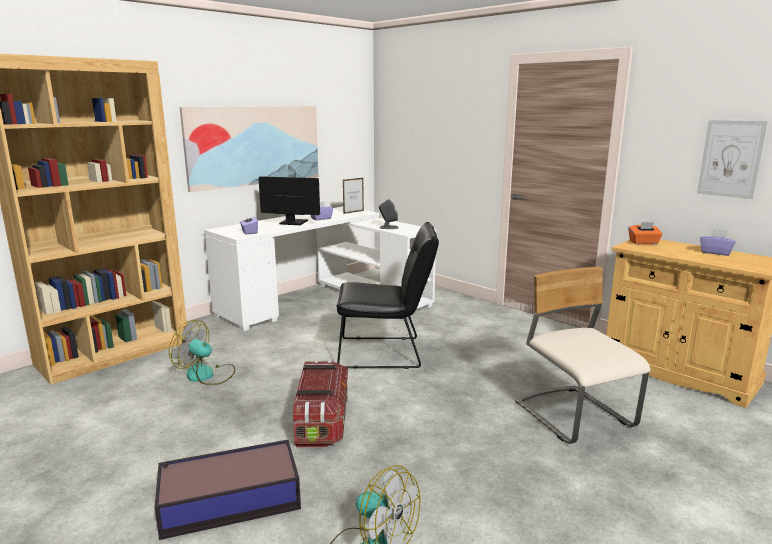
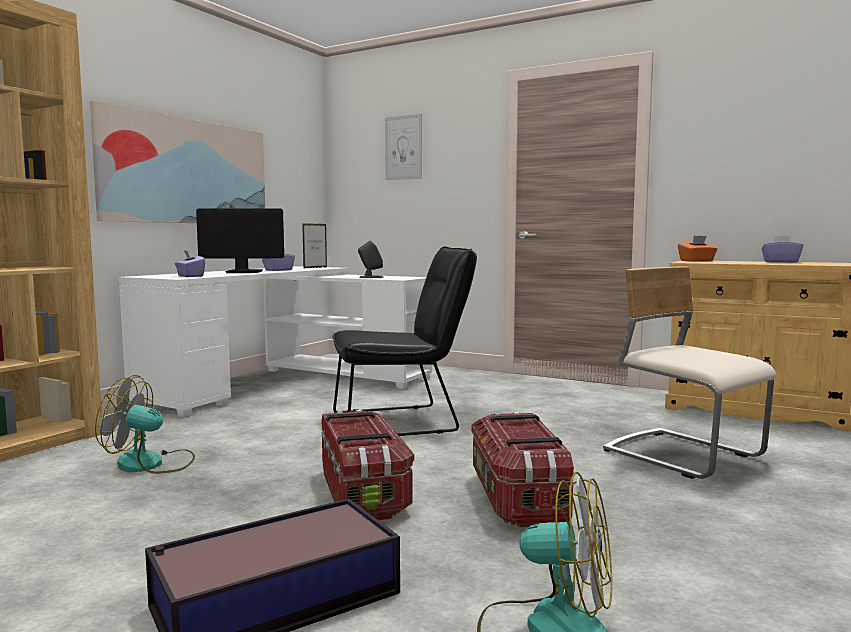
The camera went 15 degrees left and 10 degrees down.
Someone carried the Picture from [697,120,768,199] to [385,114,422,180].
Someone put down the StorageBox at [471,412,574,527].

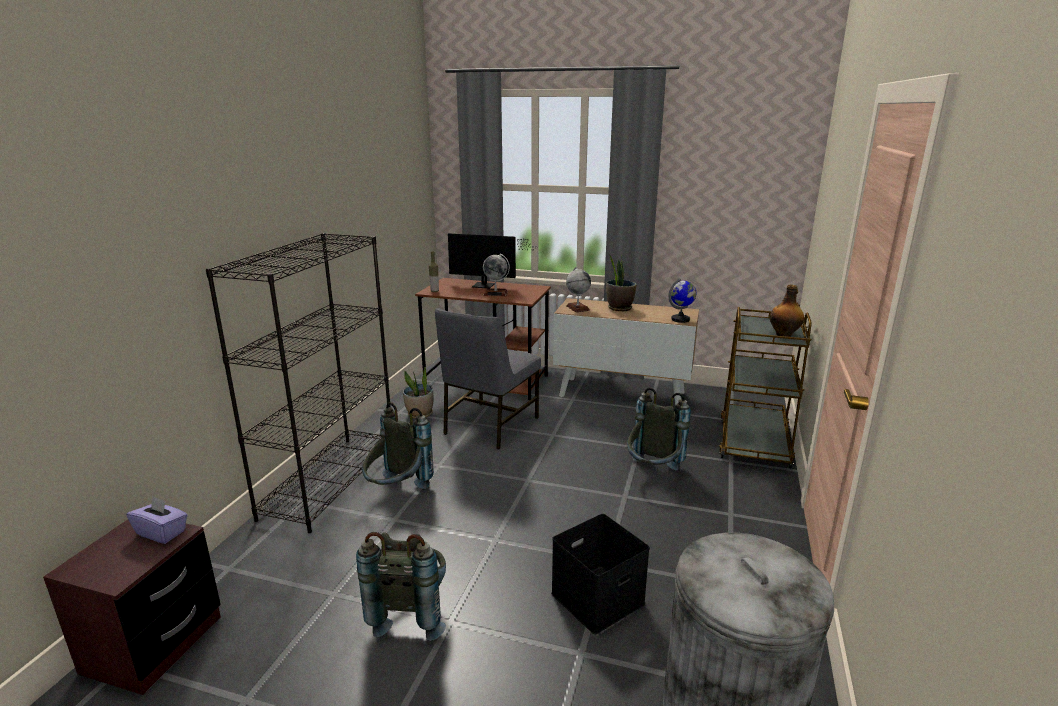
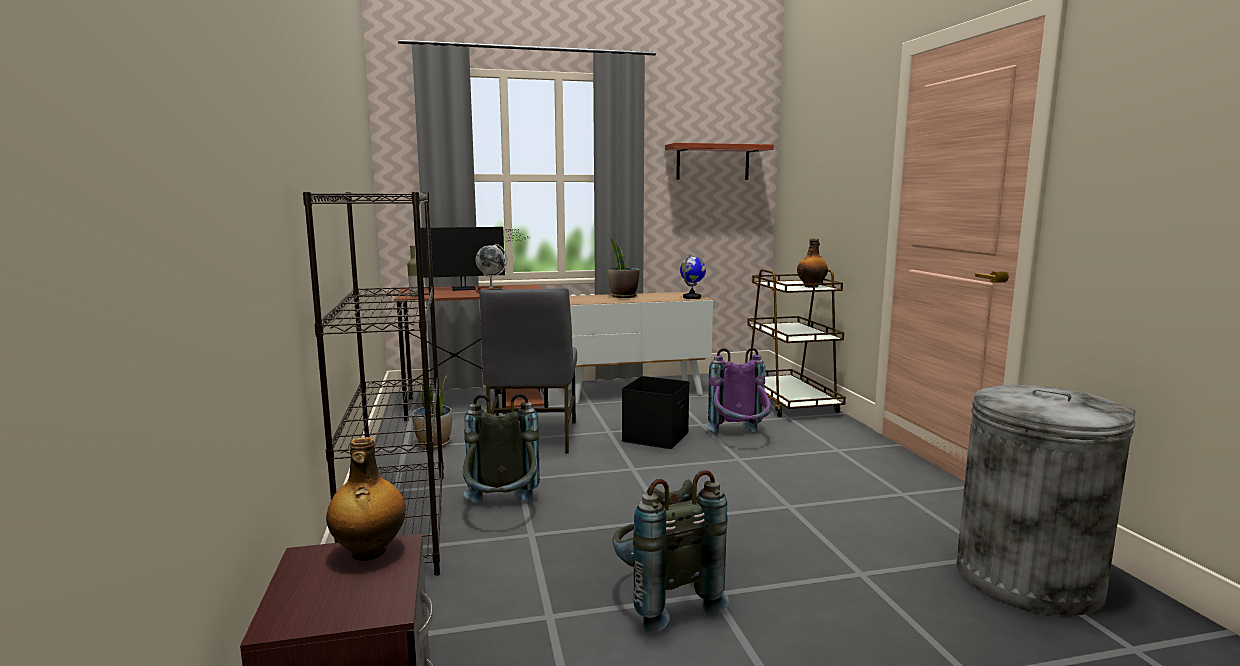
The camera went 30 degrees left and 10 degrees down.
Someone took away the Globe at [566,267,591,312].
Someone repainted the GreyBackpack at [627,387,691,470], which became the PurpleBackpack at [705,348,771,433].
Someone swapped the PurpleTissueBox at [127,496,188,544] for the Bottle at [326,437,406,561].
Someone carried the BlackStorageBox from [551,514,650,634] to [622,376,690,449].
Someone put up the Shelf at [665,143,774,180].

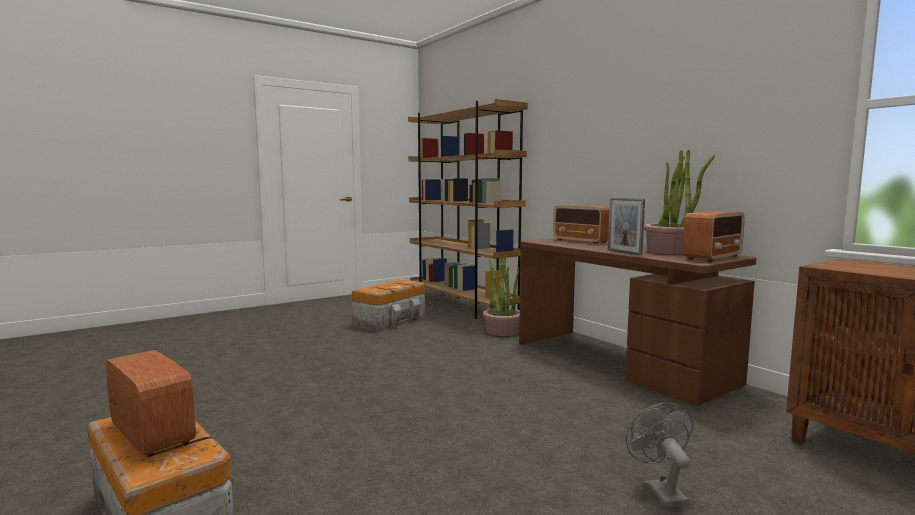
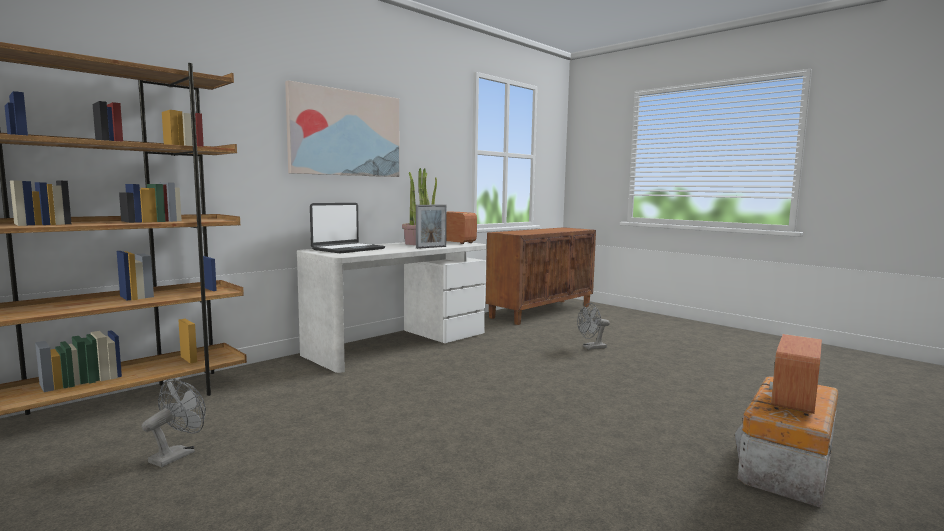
The camera went 100 degrees left and 0 degrees up.
Someone swapped the Radio at [553,205,609,244] for the Laptop at [310,203,385,253].
Someone repainted the BrownDesk at [519,238,756,406], which became the WhiteDesk at [297,241,487,373].
Someone took away the PottedPlant at [483,255,519,336].
Someone swapped the StorageBox at [352,279,425,332] for the GreyFan at [142,378,206,467].
Someone put up the Picture at [285,80,400,177].

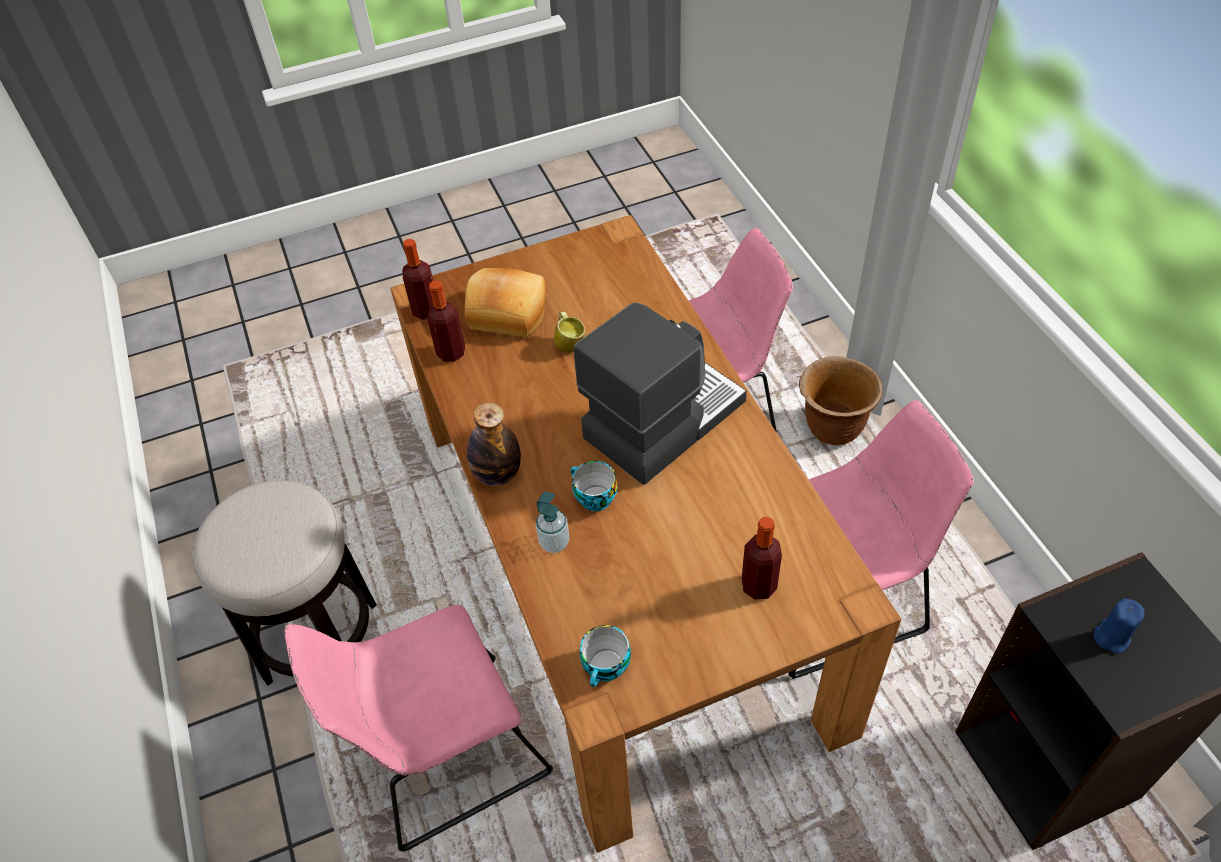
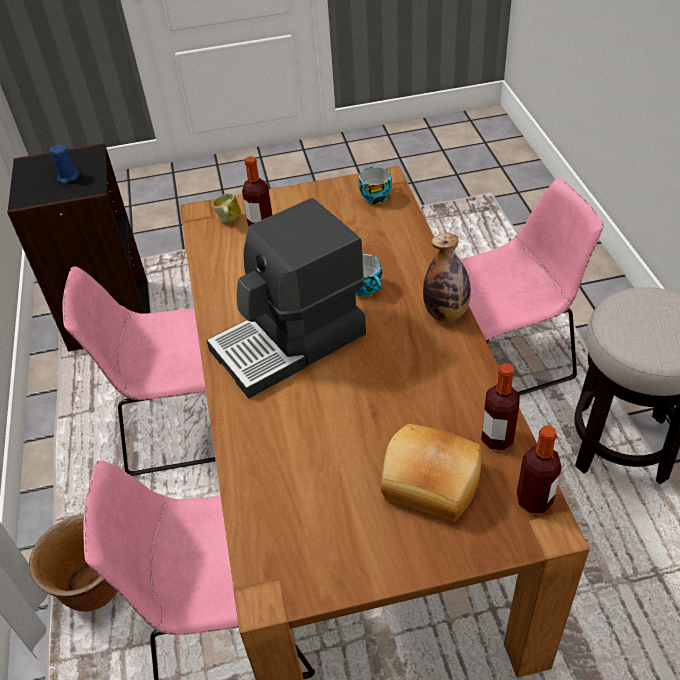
The camera went 170 degrees left and 5 degrees down.
Someone carried the Mug from [554,312,585,353] to [212,193,241,223].
Someone took away the SoapDispenser at [536,492,570,553].

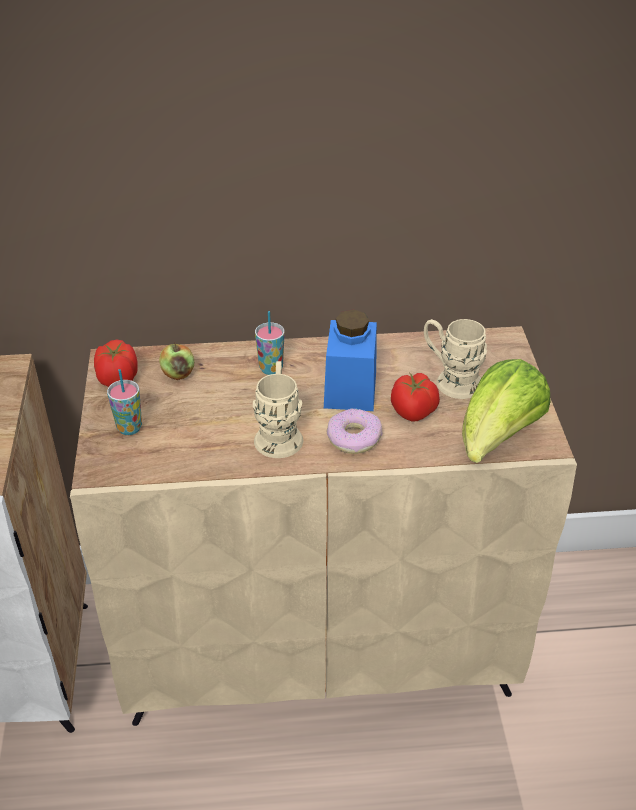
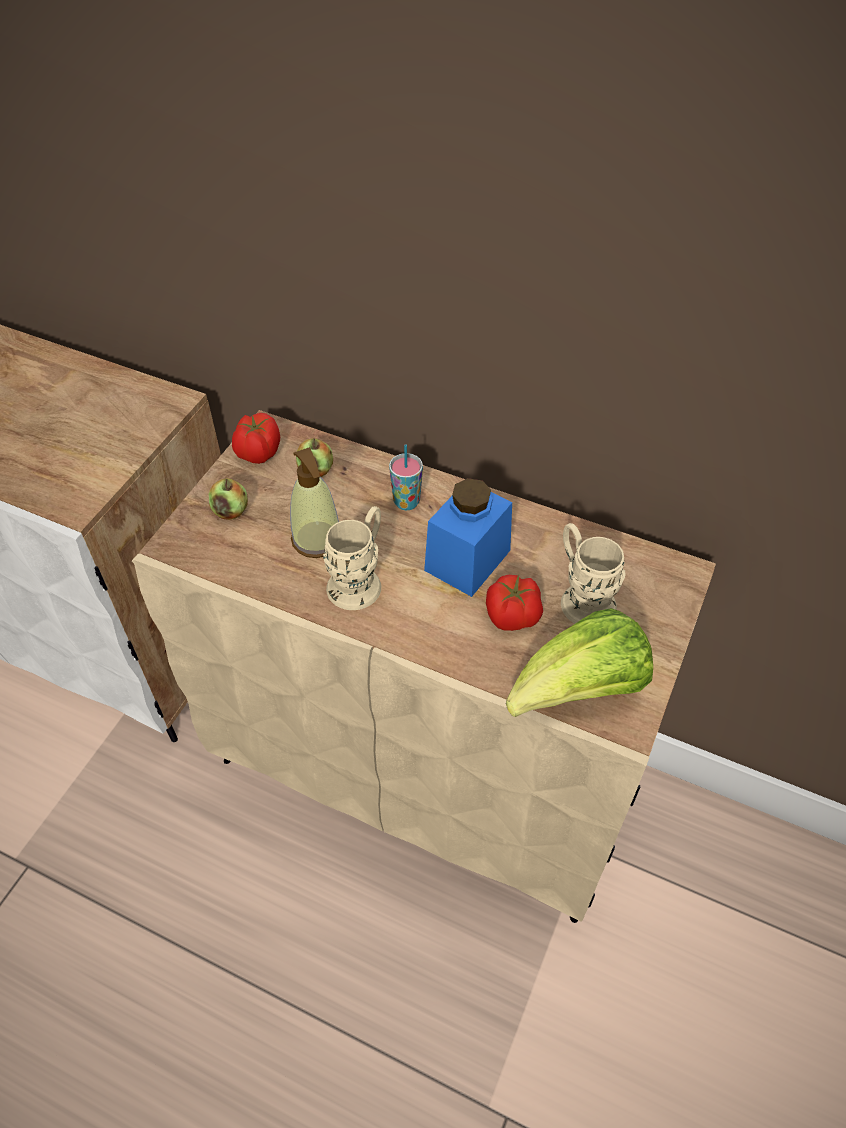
The camera went 30 degrees right and 10 degrees up.
Someone swapped the Cup at [107,369,142,435] for the Apple at [209,478,248,520].
Someone took away the Donut at [326,408,383,454].
Someone put down the SoapDispenser at [290,447,339,558].

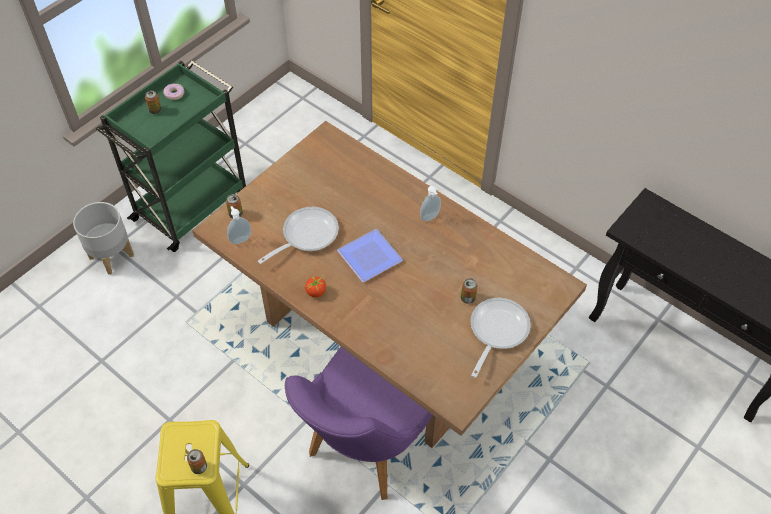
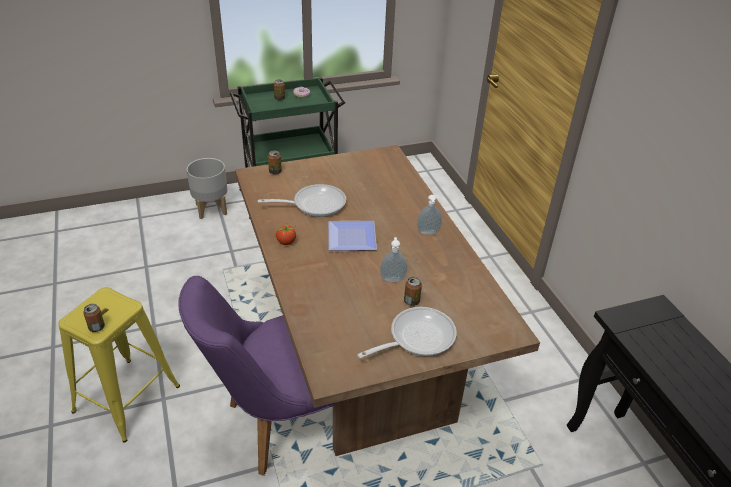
The camera went 30 degrees right and 15 degrees down.
Someone carried the SoapDispenser from [227,206,251,244] to [380,237,407,282].

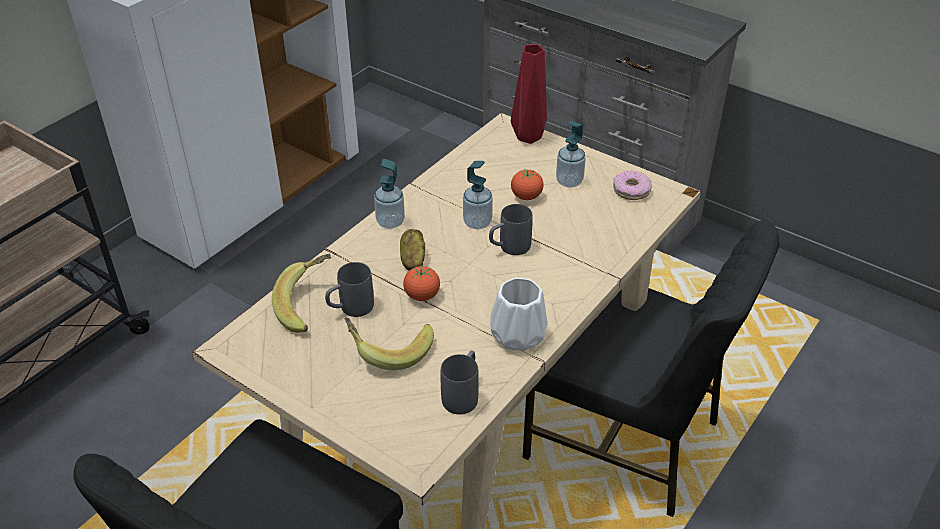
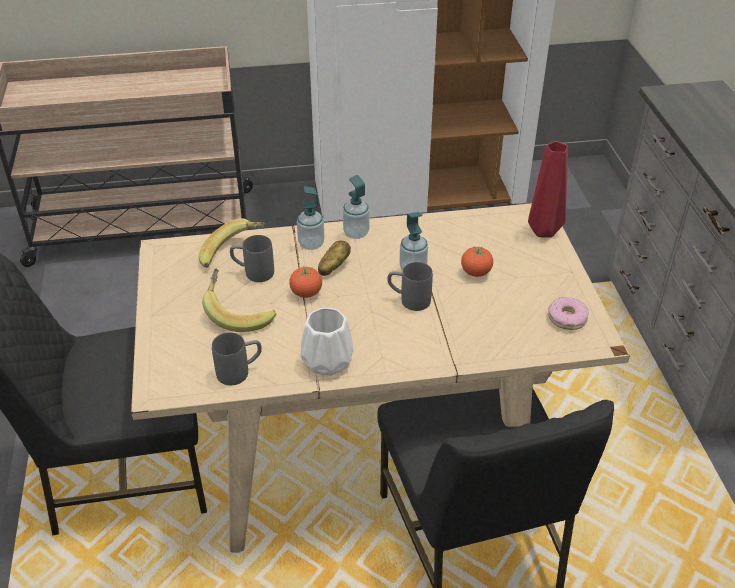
The camera went 45 degrees right and 0 degrees up.
Someone carried the SoapDispenser from [556,121,586,188] to [297,186,324,250].

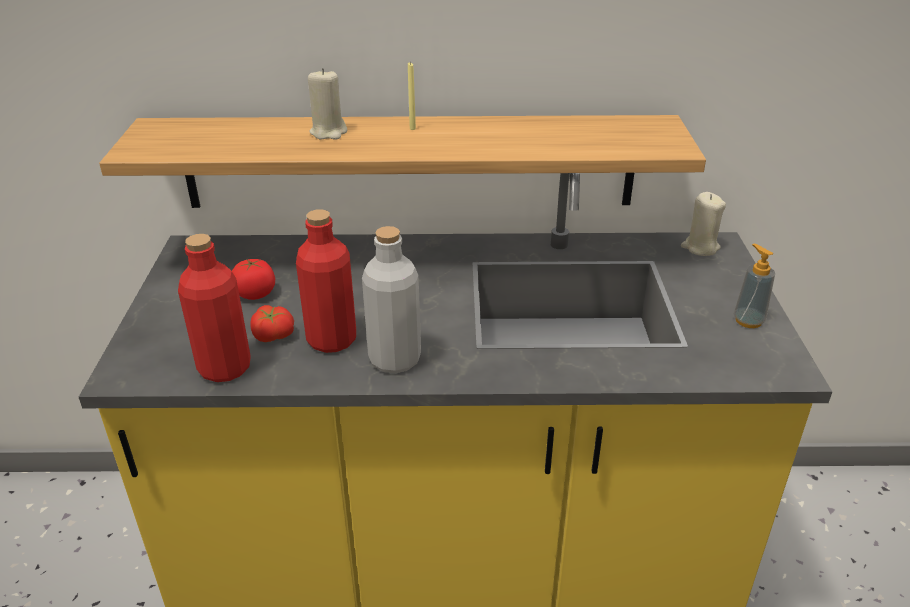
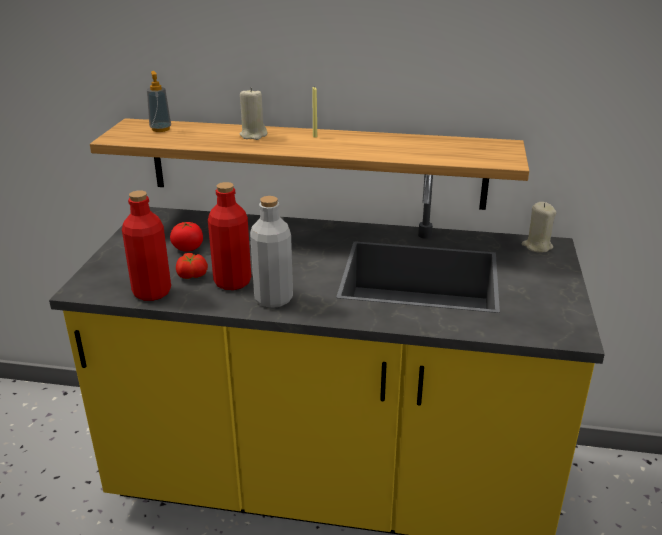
The camera went 10 degrees right and 5 degrees down.
Someone carried the SoapDispenser from [734,244,775,328] to [147,71,171,132].

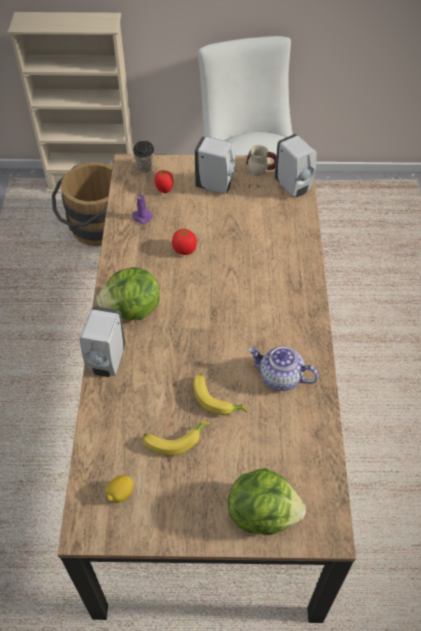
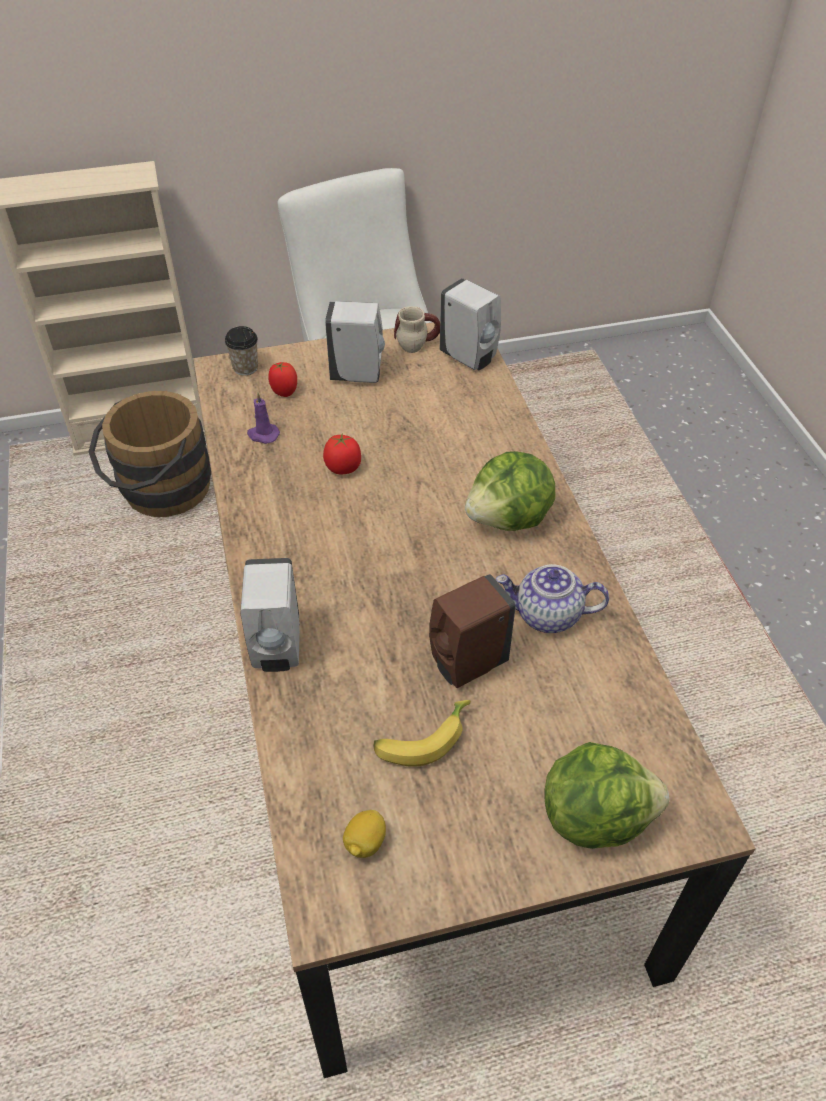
The camera went 15 degrees left and 5 degrees down.
Someone carried the Lettuce from [97,267,160,320] to [465,451,556,531].
Someone swapped the Banana at [193,374,247,415] for the BrownSoapDispenser at [429,574,516,688].

